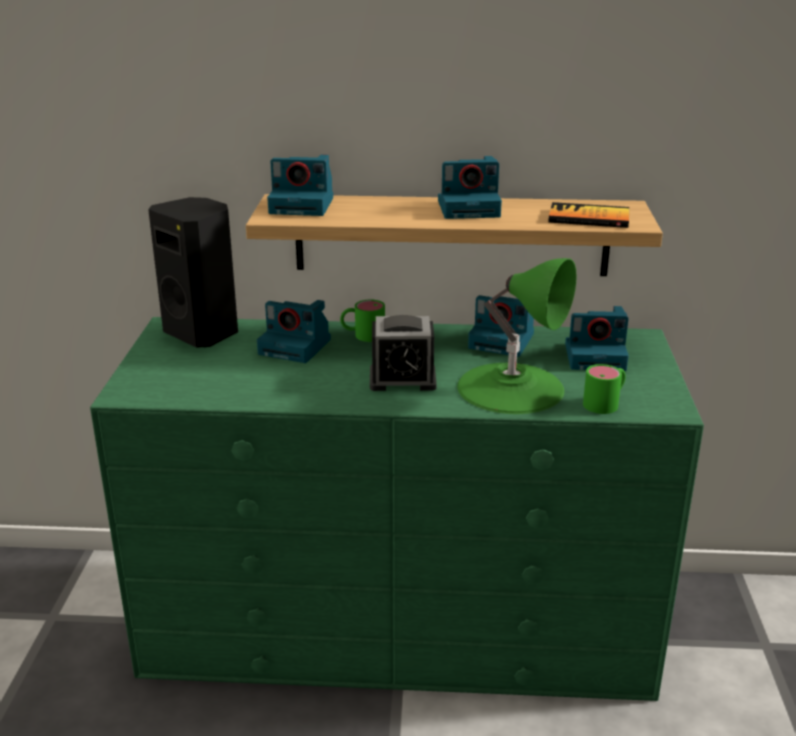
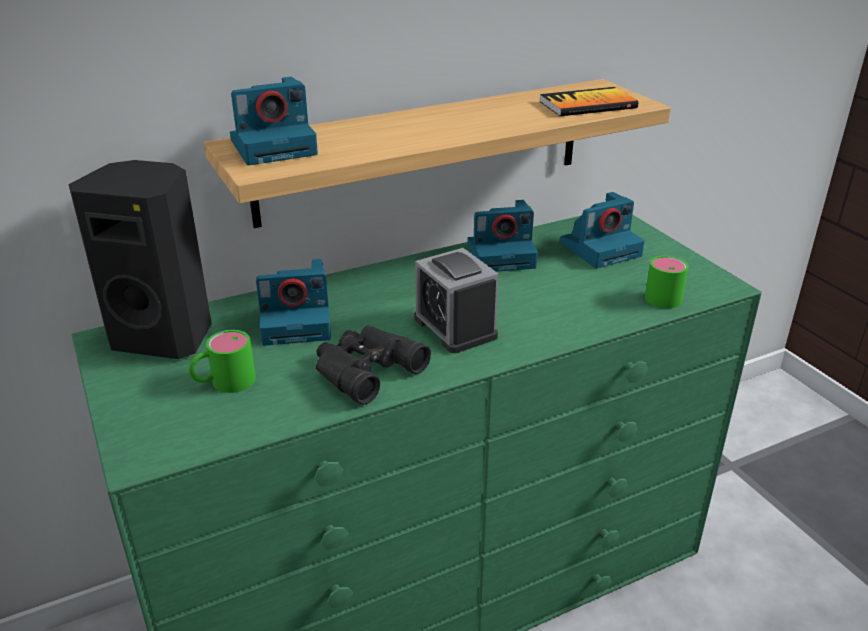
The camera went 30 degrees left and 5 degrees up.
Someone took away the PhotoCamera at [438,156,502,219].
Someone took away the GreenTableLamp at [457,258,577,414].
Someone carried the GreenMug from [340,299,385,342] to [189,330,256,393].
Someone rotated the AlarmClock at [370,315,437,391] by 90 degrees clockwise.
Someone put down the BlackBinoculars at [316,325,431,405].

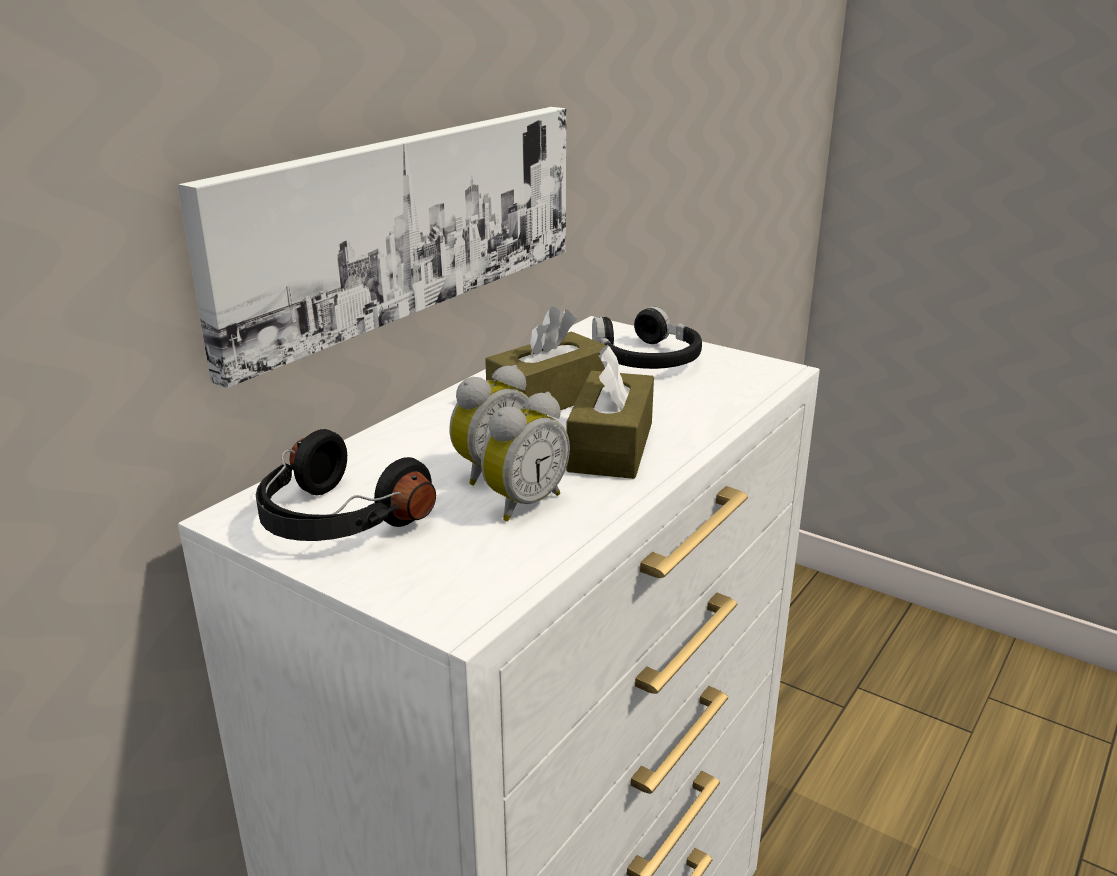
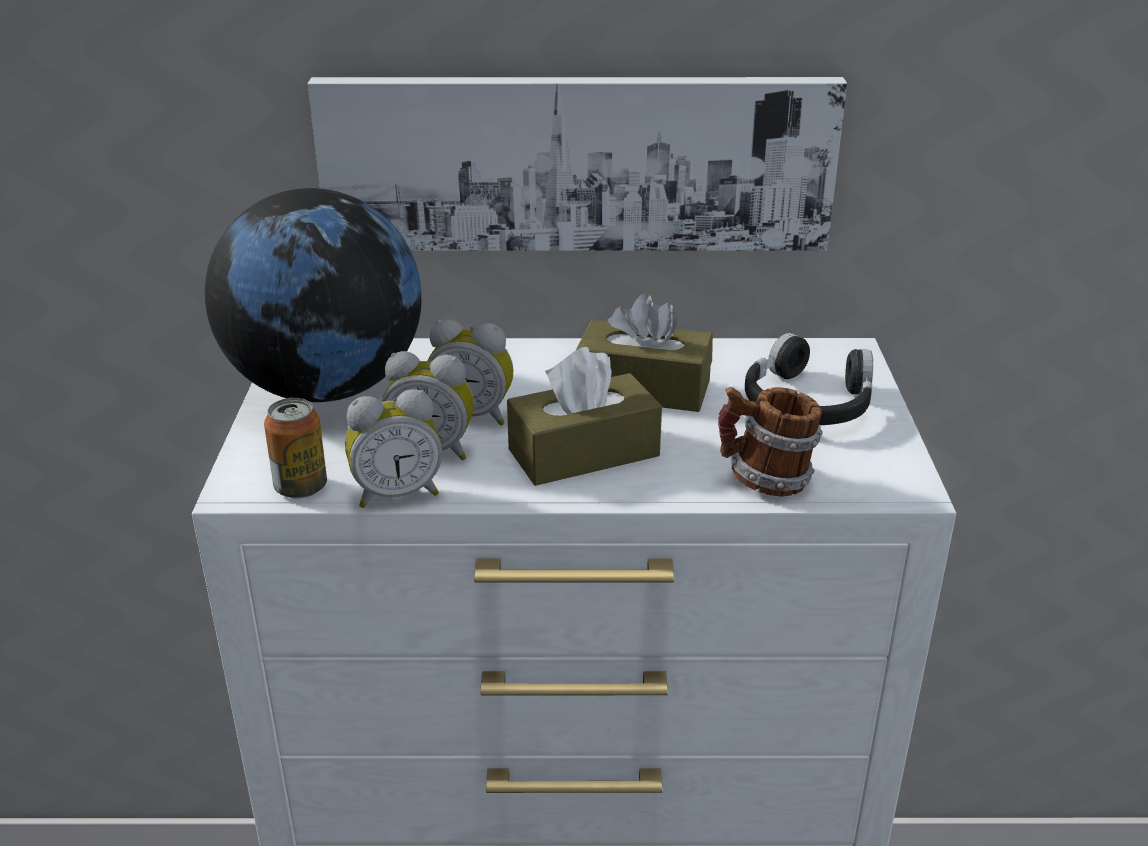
The camera went 55 degrees right and 5 degrees up.
Someone swapped the BlackHeadphones at [256,429,436,541] for the Globe at [205,188,422,402].
Someone put down the Mug at [718,387,823,497].
Someone put down the AlarmClock at [345,389,442,508].
Someone put down the Can at [264,398,327,499].

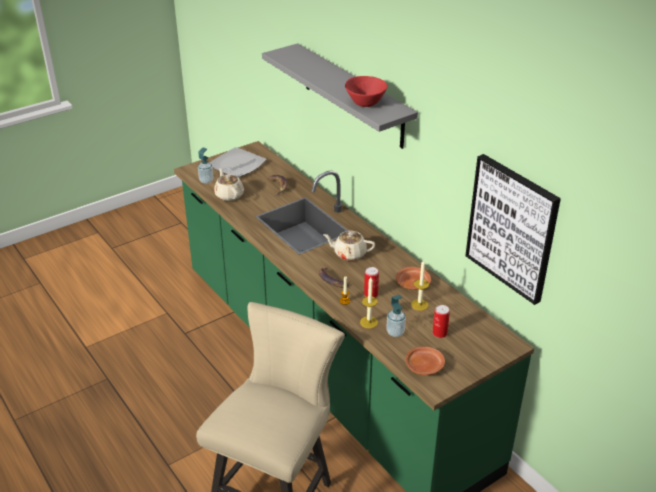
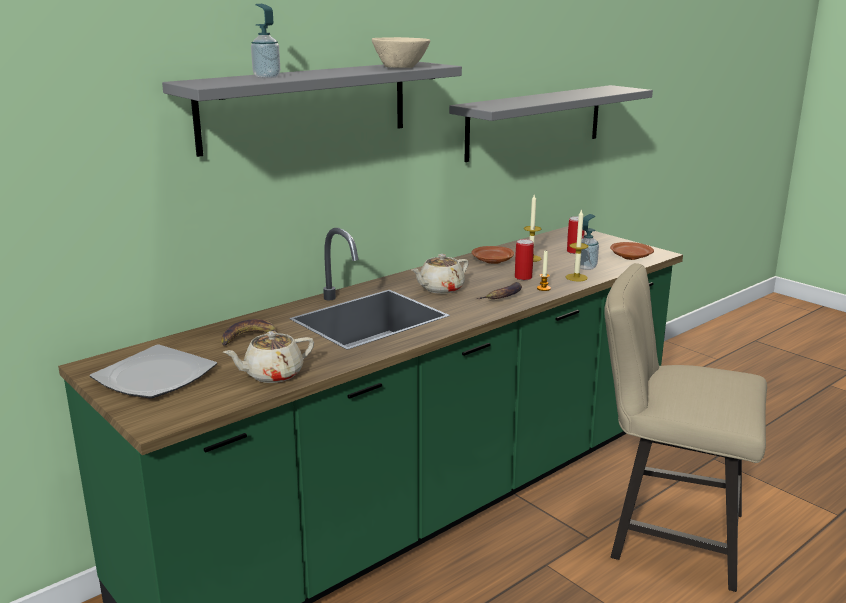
The camera went 95 degrees left and 15 degrees down.
Someone repainted the RedBowl at [345,76,388,107], which became the BeigeBowl at [372,37,430,68].
Someone carried the SoapDispenser from [198,147,213,184] to [251,4,280,78].
Someone swapped the Picture at [465,154,561,305] for the GreyShelf at [449,85,653,162].
Someone rotated the BeigeTeapot at [323,231,375,261] by 45 degrees clockwise.

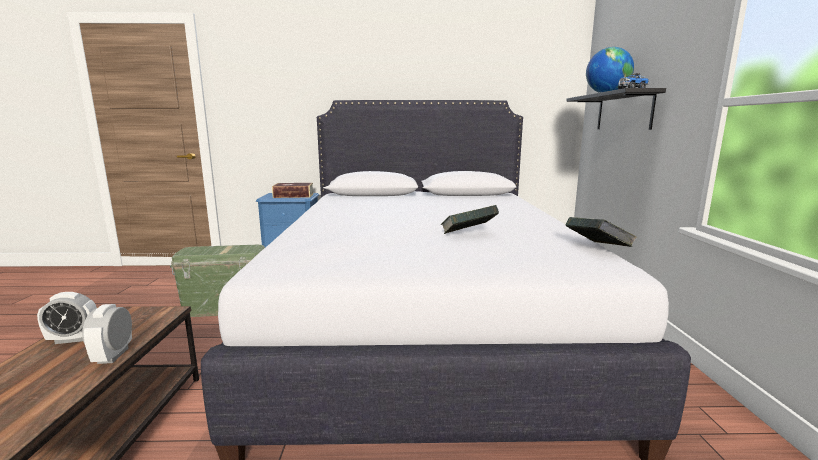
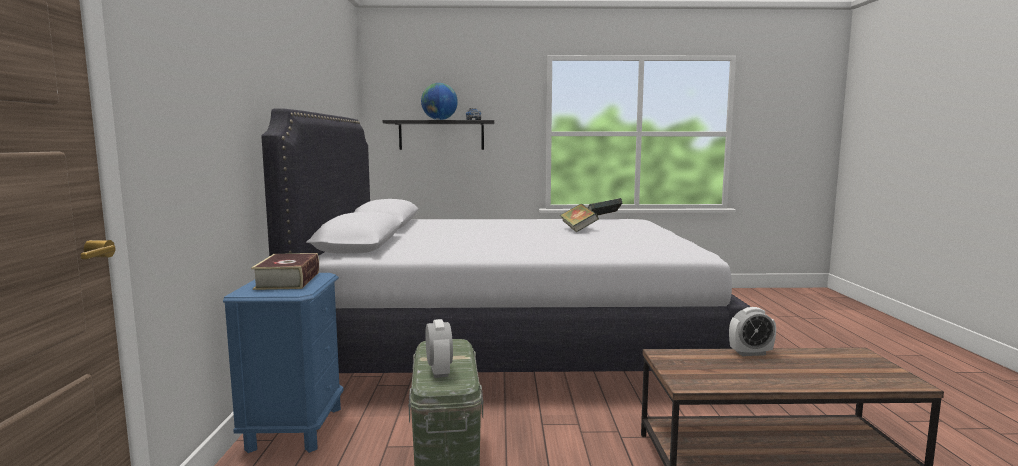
The camera went 90 degrees left and 5 degrees down.
Someone carried the AlarmClock from [37,292,97,344] to [425,319,453,378].

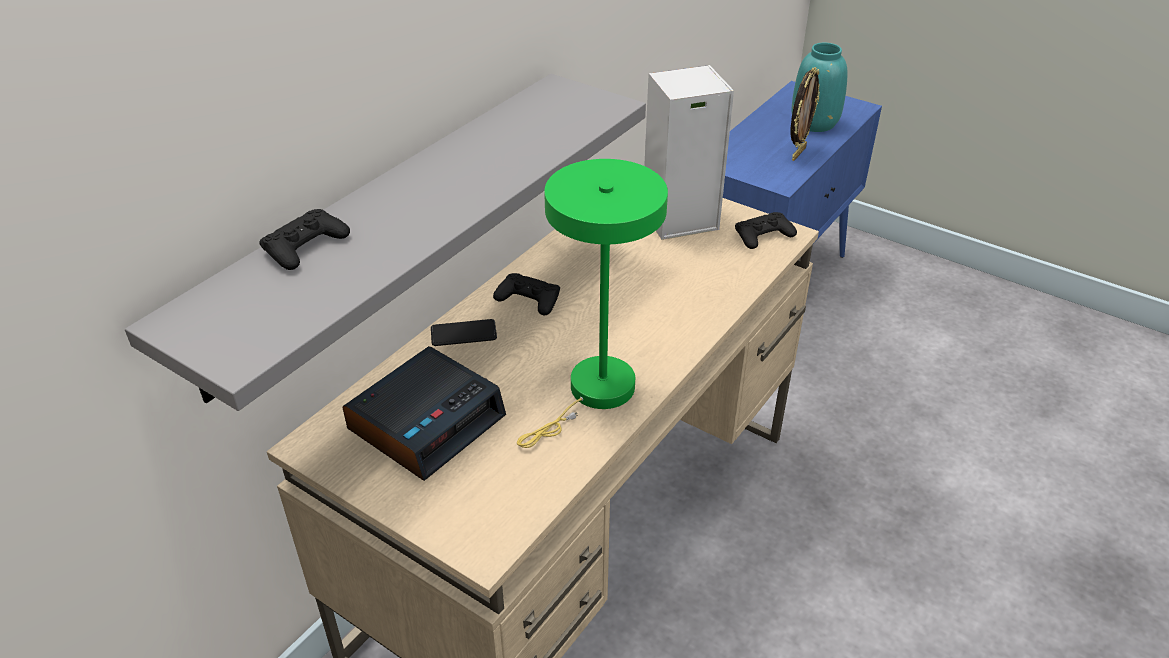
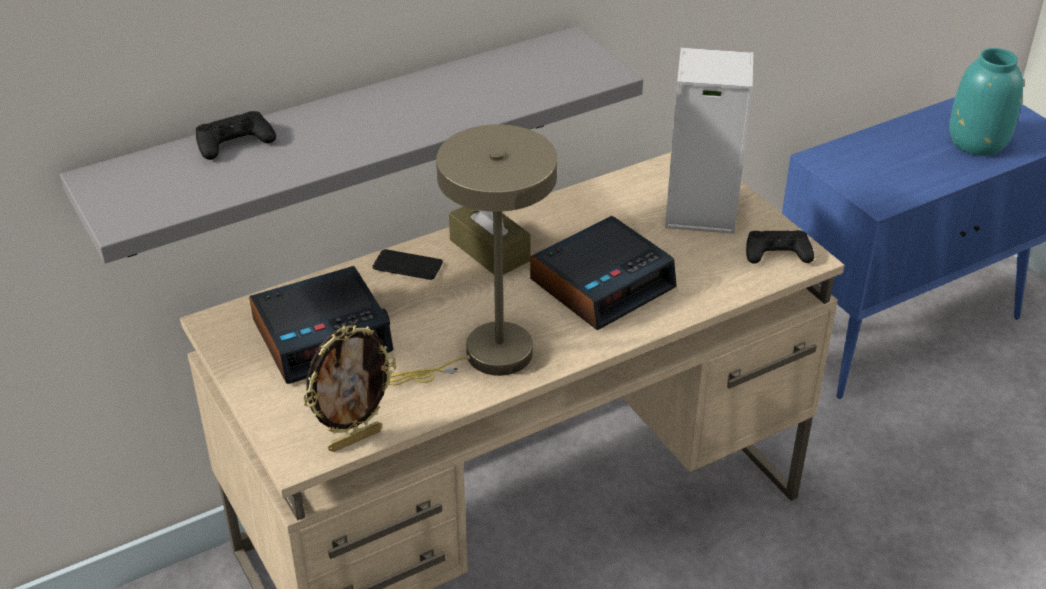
The camera went 25 degrees right and 0 degrees up.
Someone carried the PictureFrame from [791,67,820,161] to [303,325,396,452].
Someone repainted the GreenTableLamp at [517,159,668,448], which became the BeigeTableLamp at [389,124,557,385].
Someone swapped the BlackGameController at [493,273,560,315] for the BrownTissueBox at [449,206,531,275].
Someone put down the AlarmClock at [530,216,677,330].

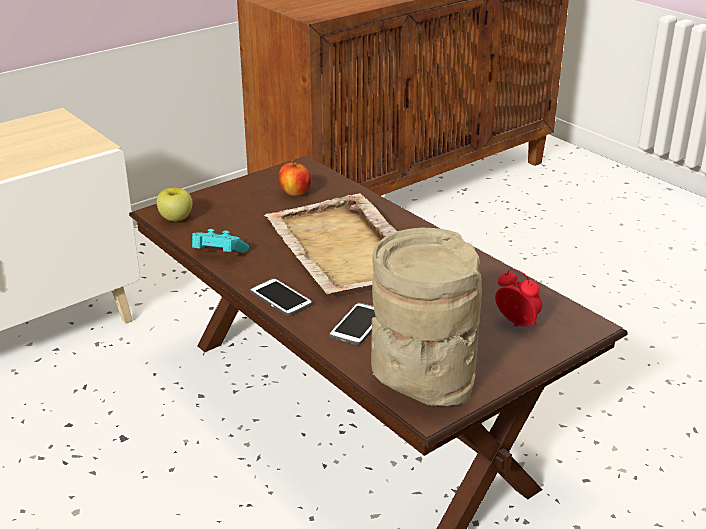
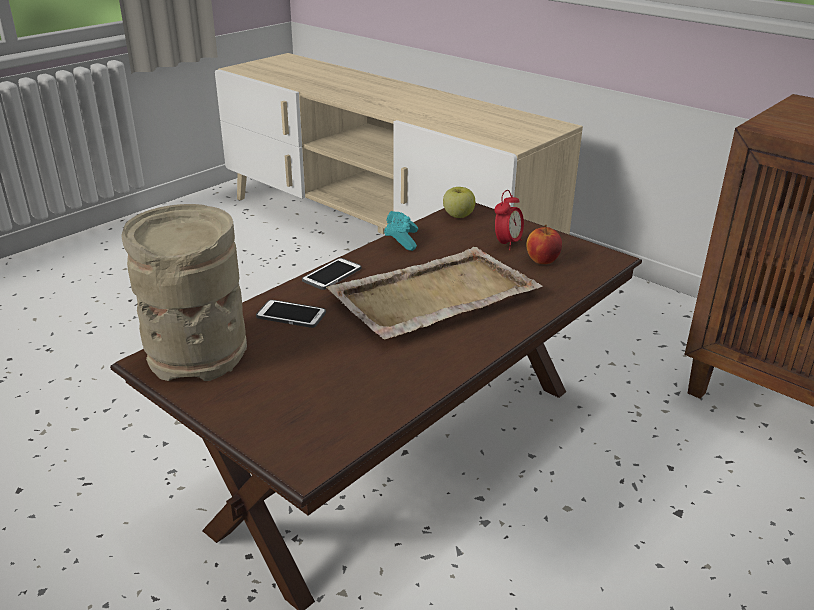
The camera went 80 degrees right and 0 degrees up.
Someone carried the AlarmClock from [495,269,542,327] to [494,190,524,250].

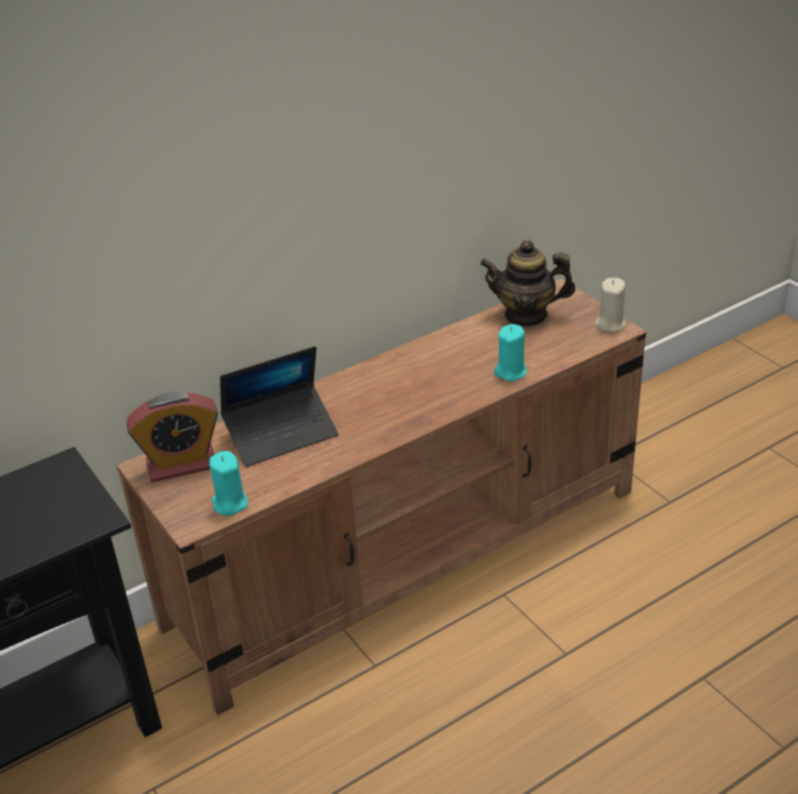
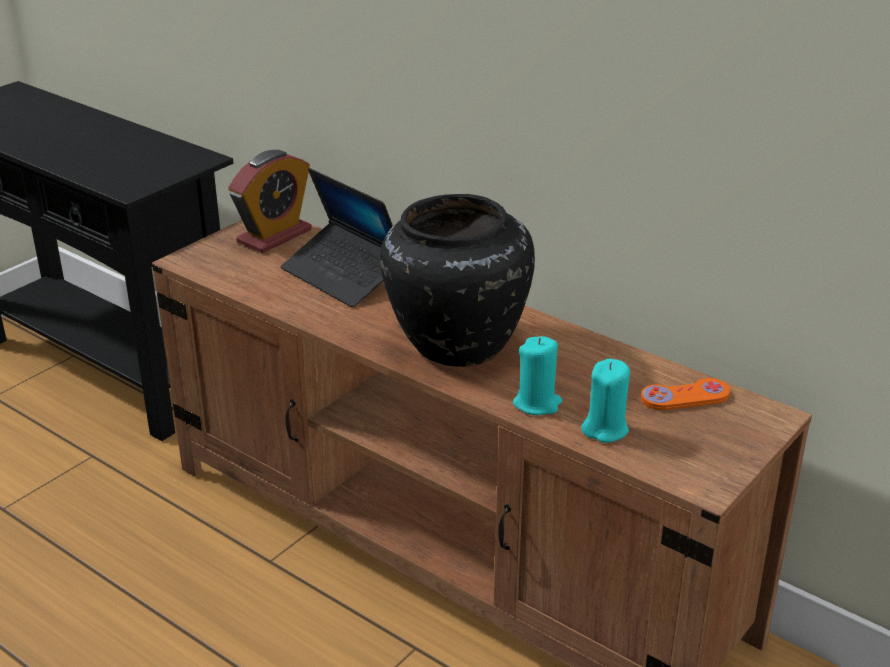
The camera went 70 degrees right and 5 degrees down.
Someone swapped the Teapot at [480,240,575,327] for the OrangeGameController at [641,378,730,410].
Someone took away the BeigeCandle at [595,278,626,332].
Someone rotated the AlarmClock at [127,392,218,482] by 105 degrees counterclockwise.
Someone carried the TurquoiseCandle from [209,451,248,516] to [581,359,630,443].
Someone put down the BlackVase at [380,194,535,367].

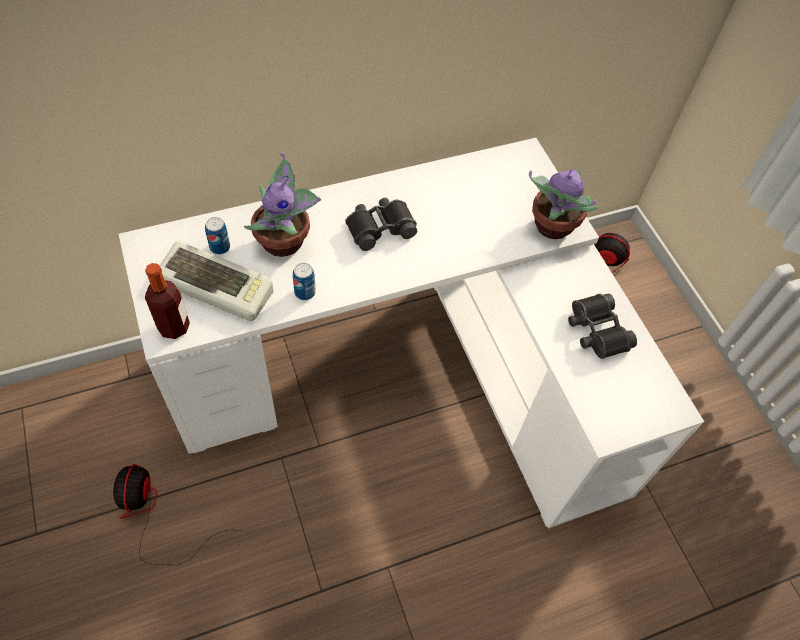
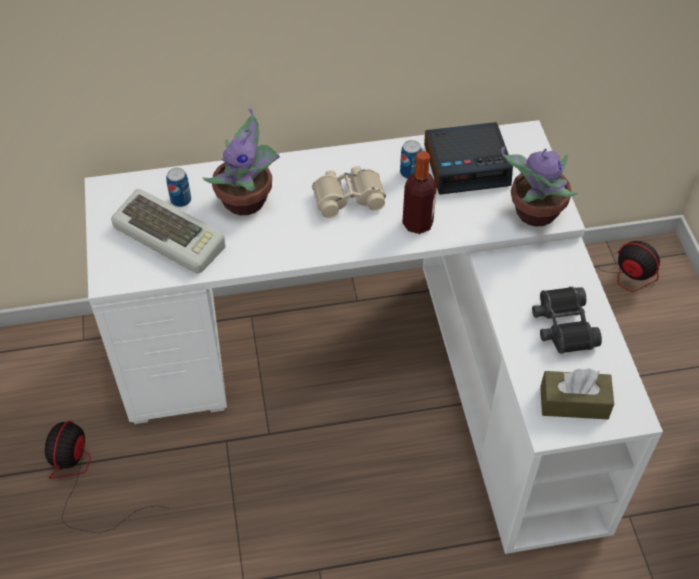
The camera went 15 degrees right and 5 degrees down.
Someone repainted the BlackBinoculars at [345,198,417,251], which became the BeigeBinoculars at [312,166,386,218].
Someone carried the Bottle from [145,263,190,339] to [402,151,437,234].
Someone carried the Can from [293,263,316,300] to [400,140,422,179].
Someone put down the AlarmClock at [424,122,513,194].
Someone put down the BrownTissueBox at [540,369,614,419].

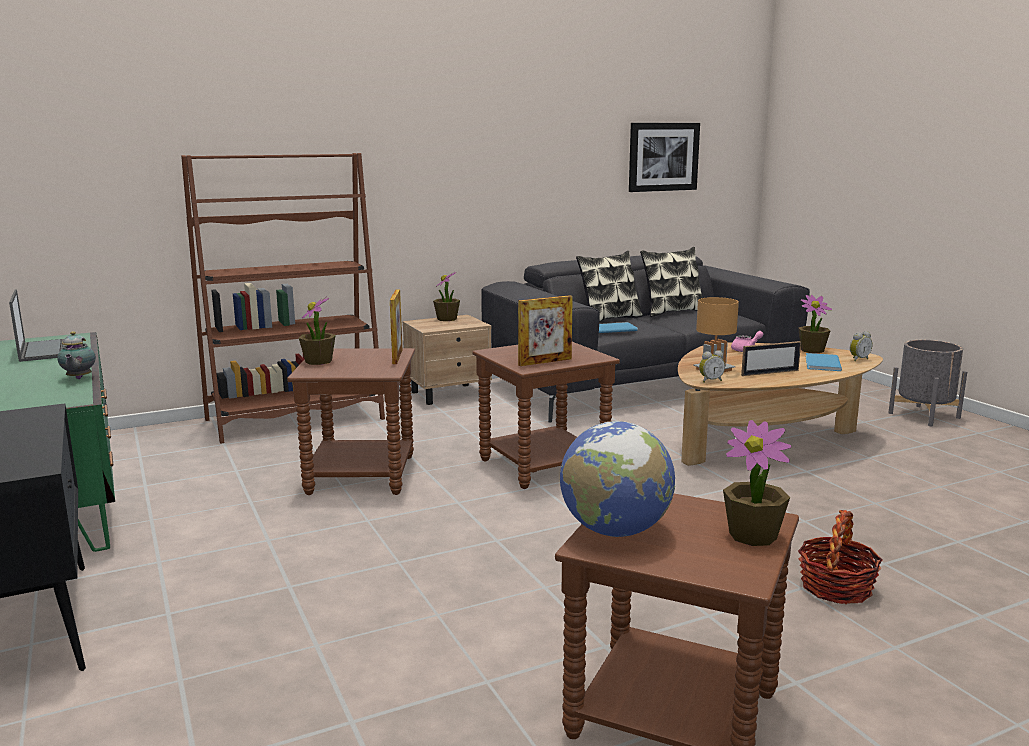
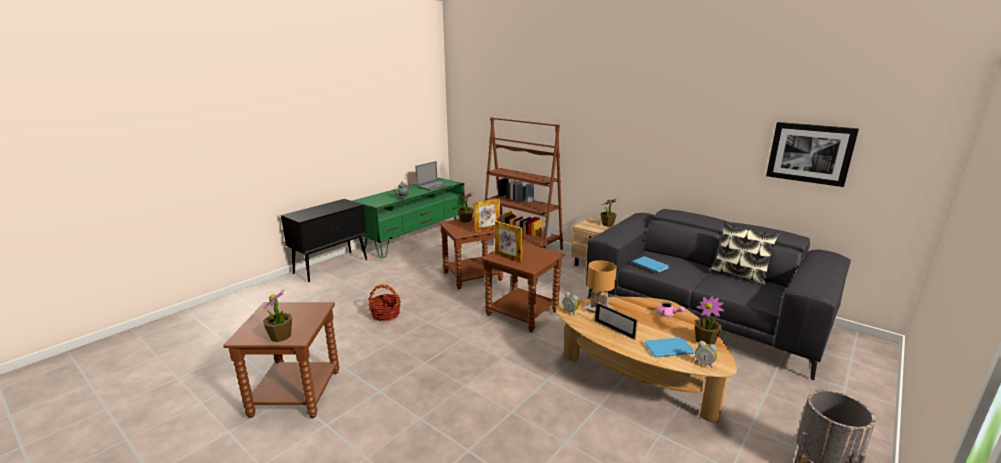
The camera went 65 degrees right and 5 degrees up.
Someone took away the Pillow at [576,251,642,322].
Someone took away the Globe at [560,421,675,537].
Someone carried the Basket from [798,510,883,604] to [368,284,401,321].

